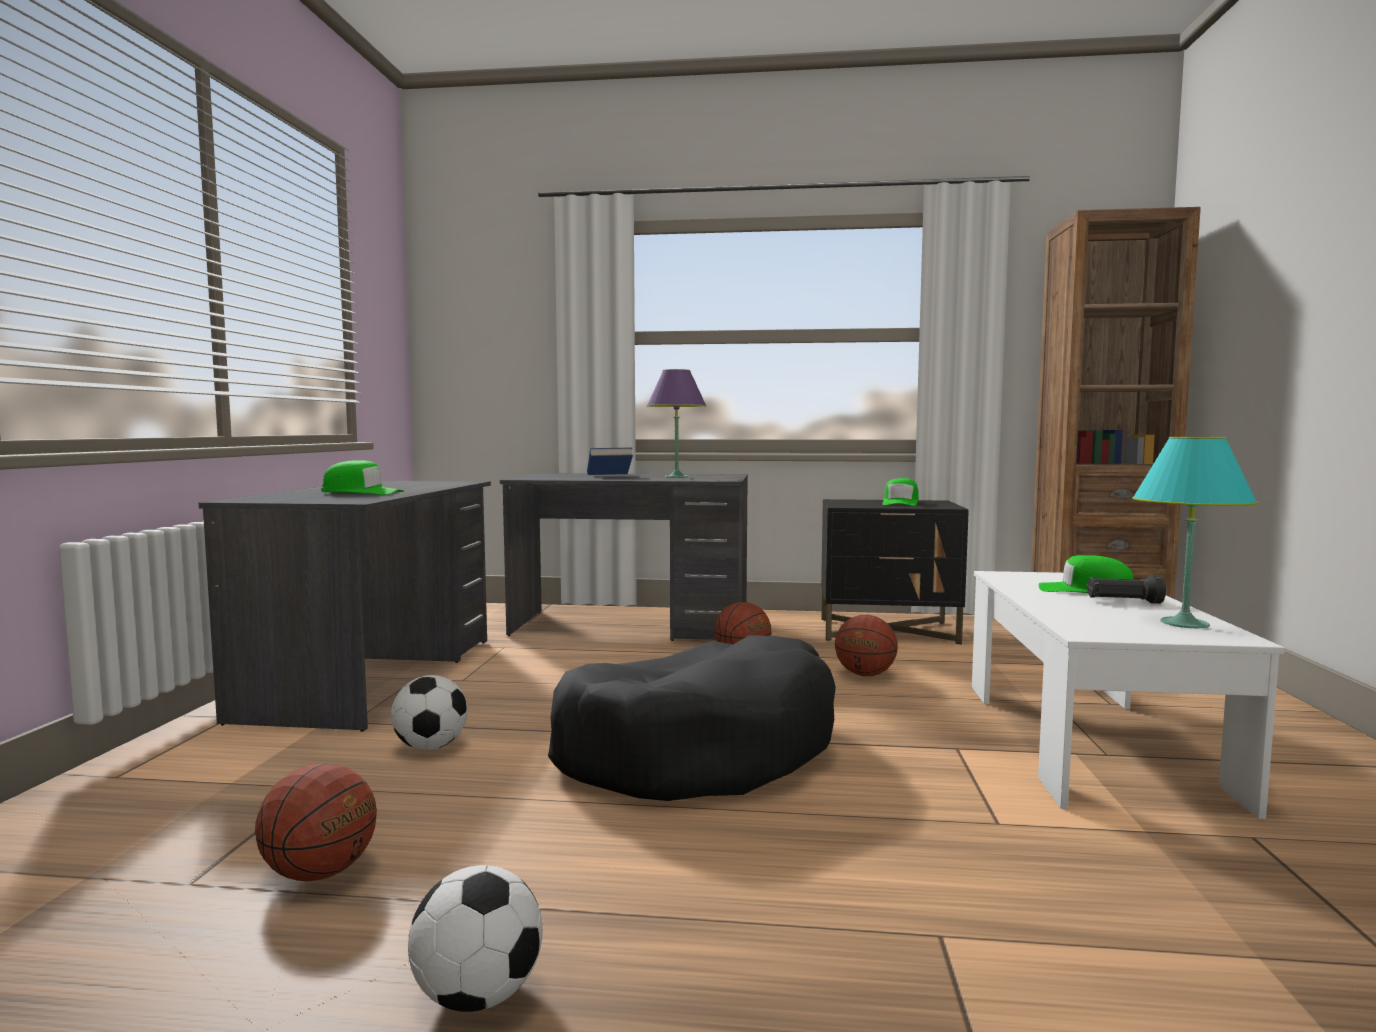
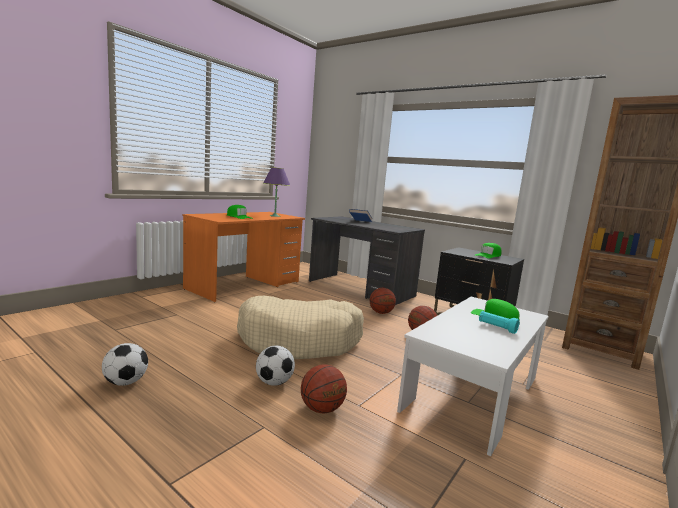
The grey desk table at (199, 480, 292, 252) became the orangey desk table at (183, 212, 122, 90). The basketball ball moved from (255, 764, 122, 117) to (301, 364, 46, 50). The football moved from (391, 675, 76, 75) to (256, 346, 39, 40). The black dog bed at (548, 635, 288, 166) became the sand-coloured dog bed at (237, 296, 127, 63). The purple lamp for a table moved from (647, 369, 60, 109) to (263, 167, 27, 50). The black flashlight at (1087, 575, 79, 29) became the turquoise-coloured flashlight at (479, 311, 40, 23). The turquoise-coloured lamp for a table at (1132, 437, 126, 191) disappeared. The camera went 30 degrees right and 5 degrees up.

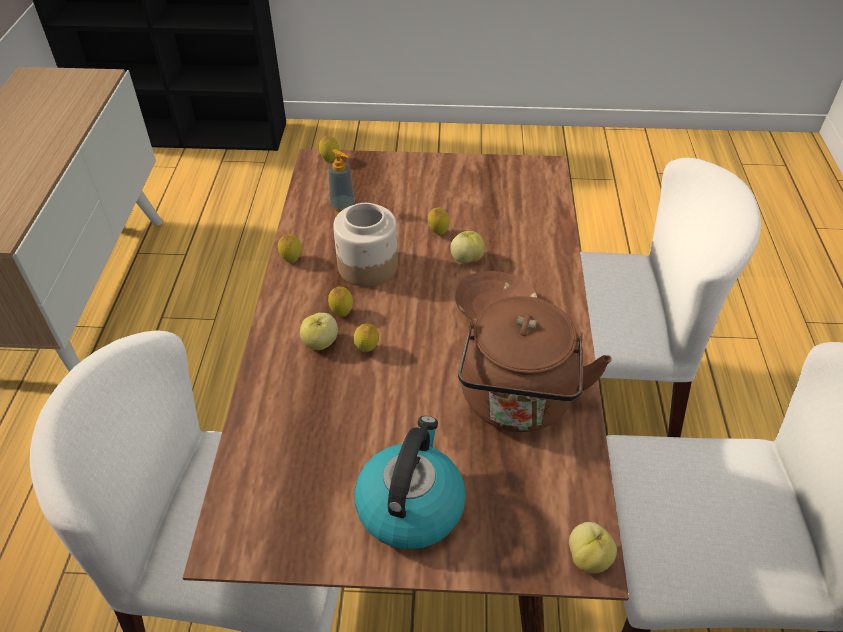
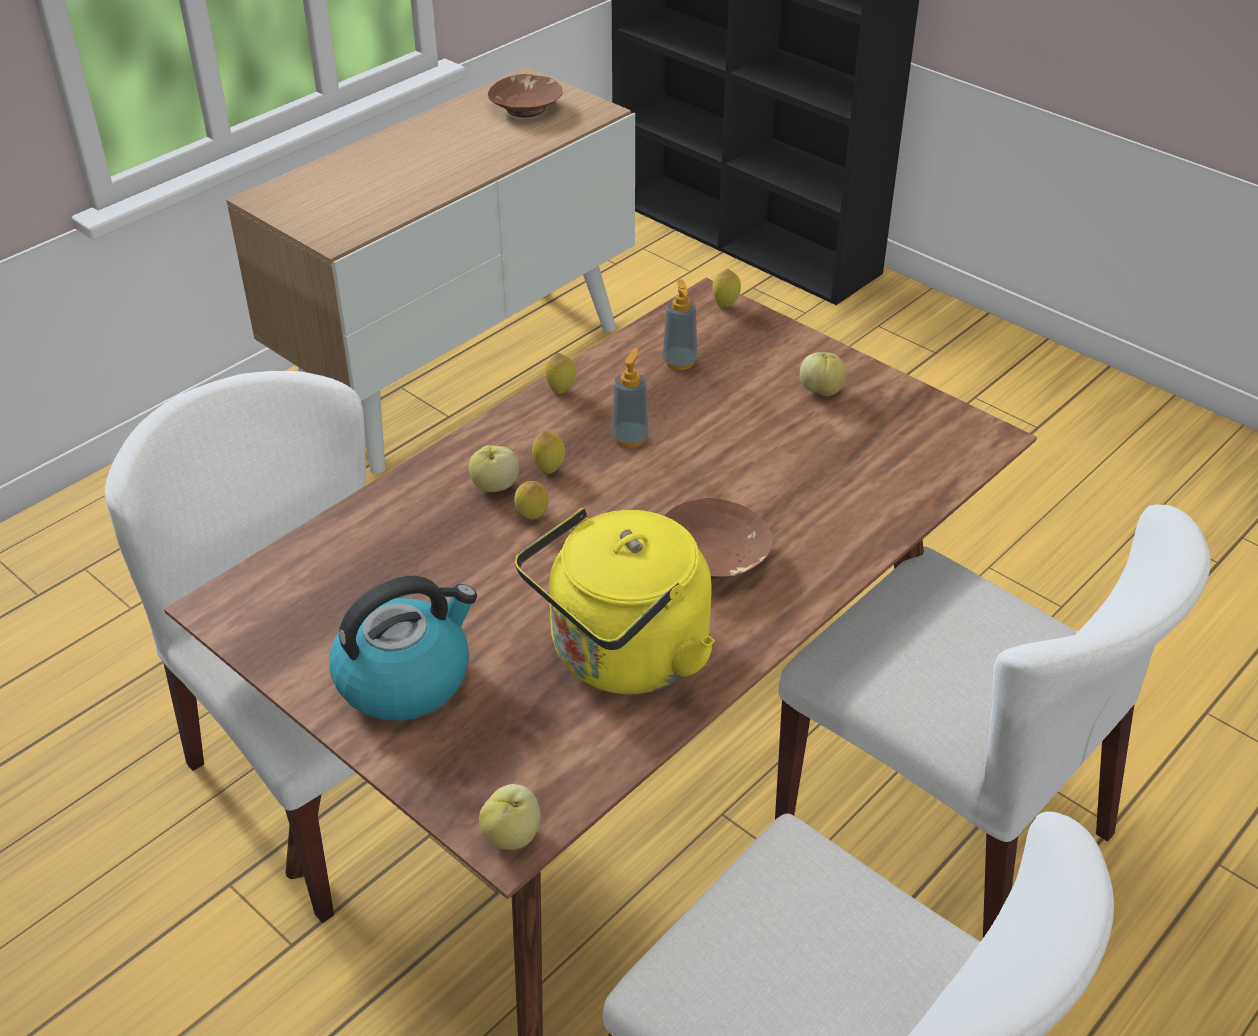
The jar at (333, 203, 65, 84) was replaced by the liquid soap bottle at (612, 348, 37, 100). The lemon at (428, 208, 22, 27) disappeared. The whole apple moved from (450, 231, 35, 32) to (800, 352, 47, 44). The brownish tea kettle at (458, 296, 154, 136) became the yellow-coloured tea kettle at (515, 508, 200, 186). The brownish serving bowl at (488, 74, 75, 43) appeared. The camera went 40 degrees right and 5 degrees down.

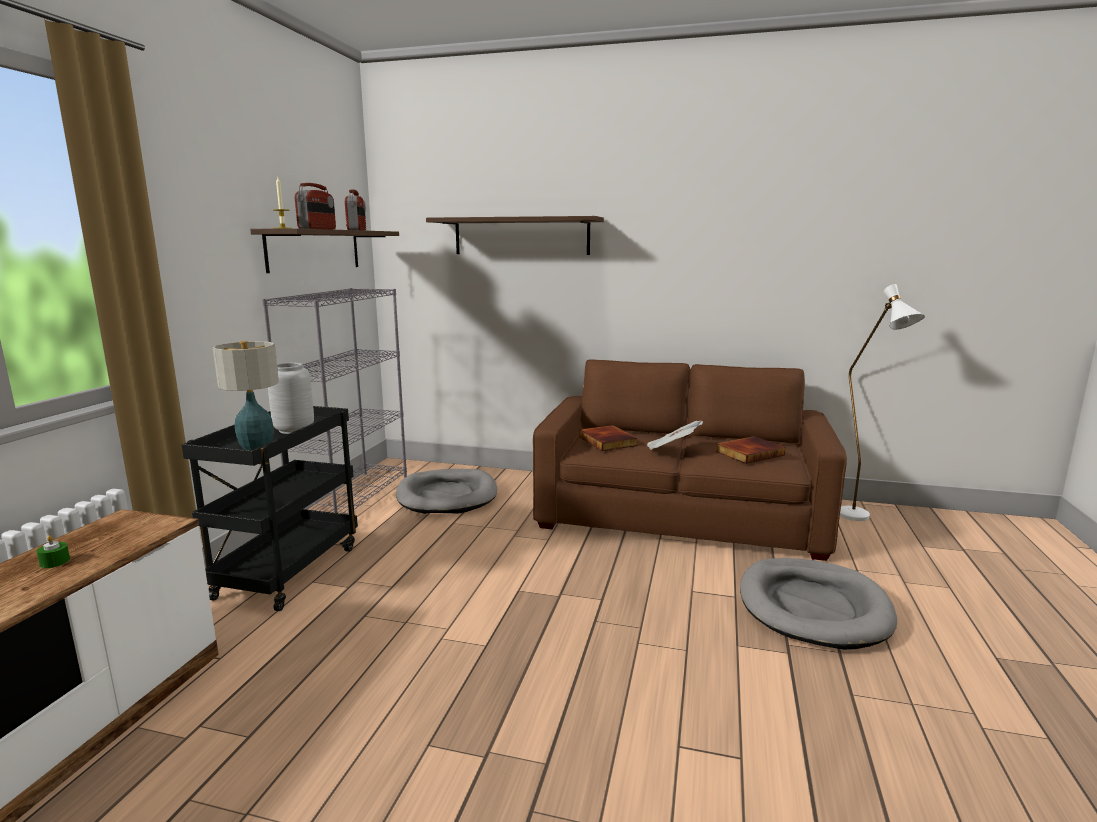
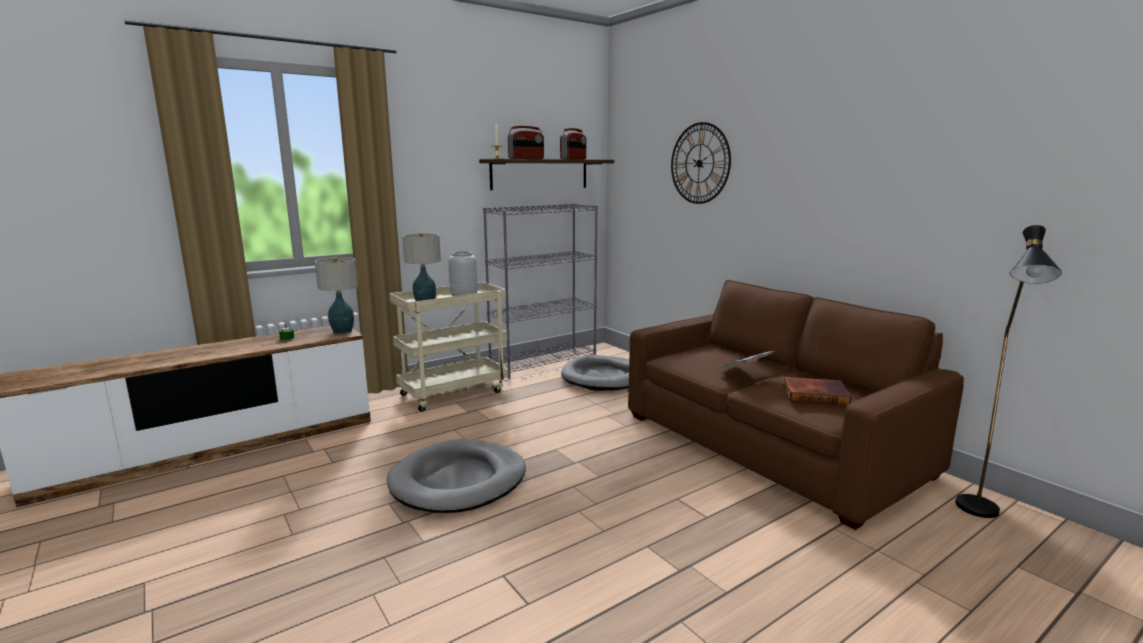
The black cart at (182, 406, 176, 205) became the sand-coloured cart at (390, 282, 118, 130). The shelf at (426, 216, 178, 39) was replaced by the clock on the wall at (671, 122, 60, 82). The book at (579, 425, 59, 26) disappeared. The grey dog bed moved from (740, 558, 157, 92) to (387, 439, 139, 74). The whitish floor lamp at (840, 284, 85, 237) became the black floor lamp at (955, 225, 107, 293). The lamp for a table at (315, 257, 43, 77) appeared. The camera went 40 degrees right and 0 degrees up.

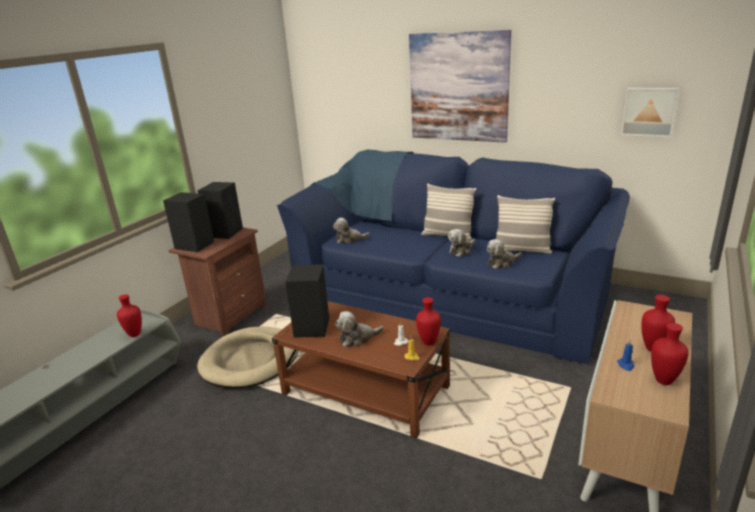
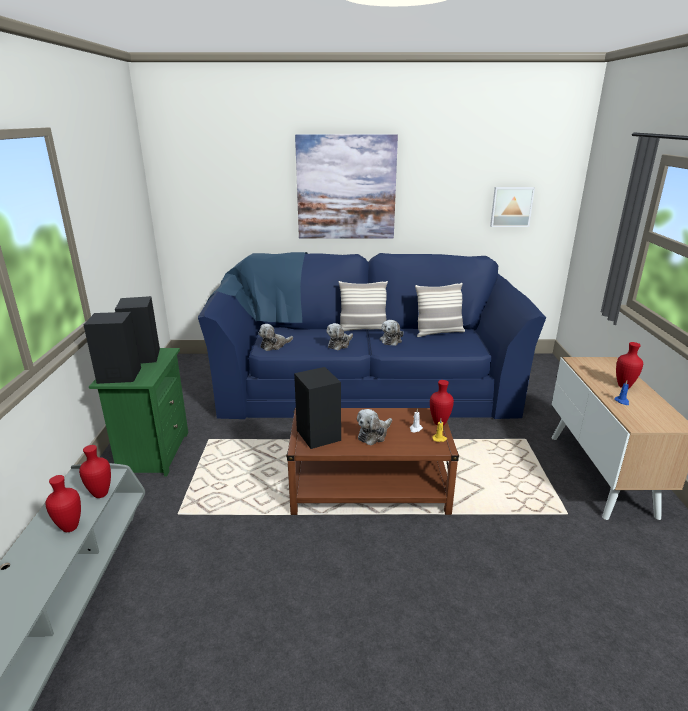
The brownish bedside table at (168, 228, 99, 108) became the greenish bedside table at (89, 348, 99, 129). The sand-coloured dog bed at (197, 326, 101, 62) disappeared. The cuddly toy moved from (487, 239, 35, 30) to (327, 323, 26, 27). The red decorative vase moved from (651, 323, 38, 62) to (45, 475, 36, 57). The camera went 30 degrees left and 0 degrees up.

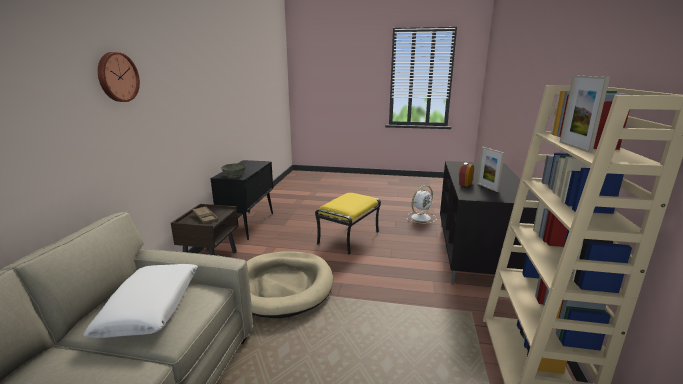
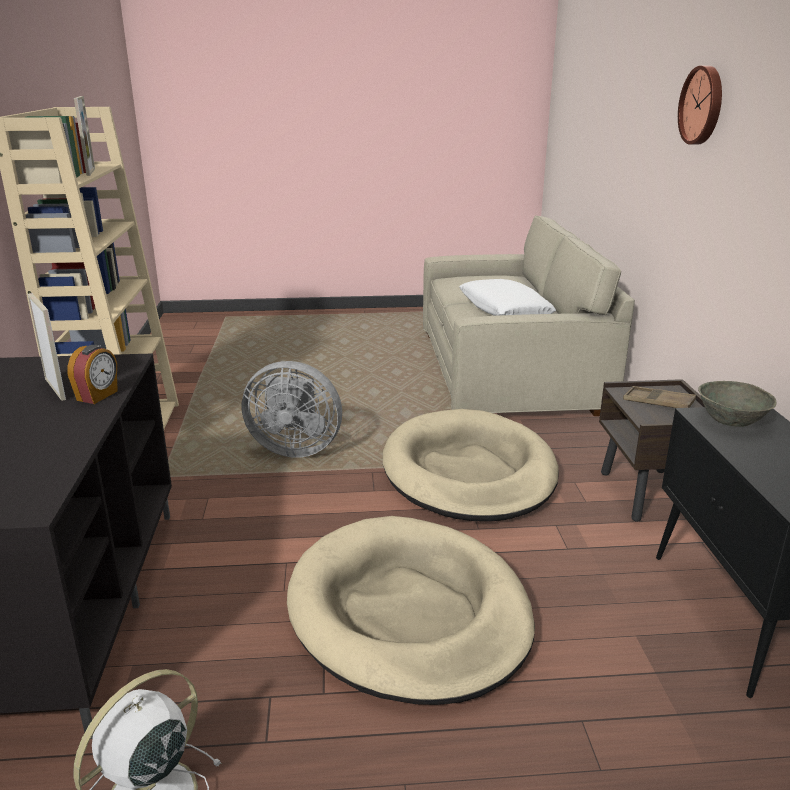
The yellow-coloured footrest at (315, 193, 66, 62) was replaced by the sand-coloured dog bed at (287, 516, 248, 189). The grey fan at (242, 361, 100, 97) appeared. The camera went 165 degrees right and 5 degrees up.

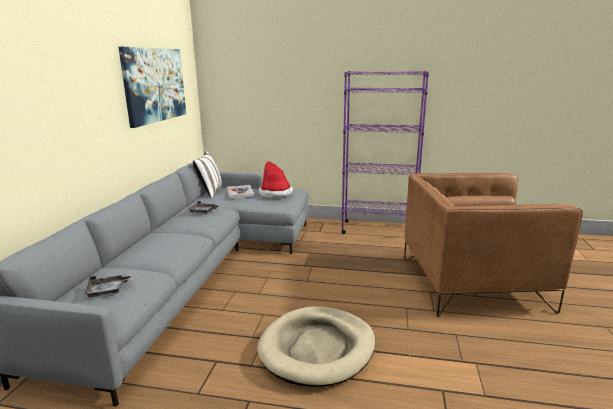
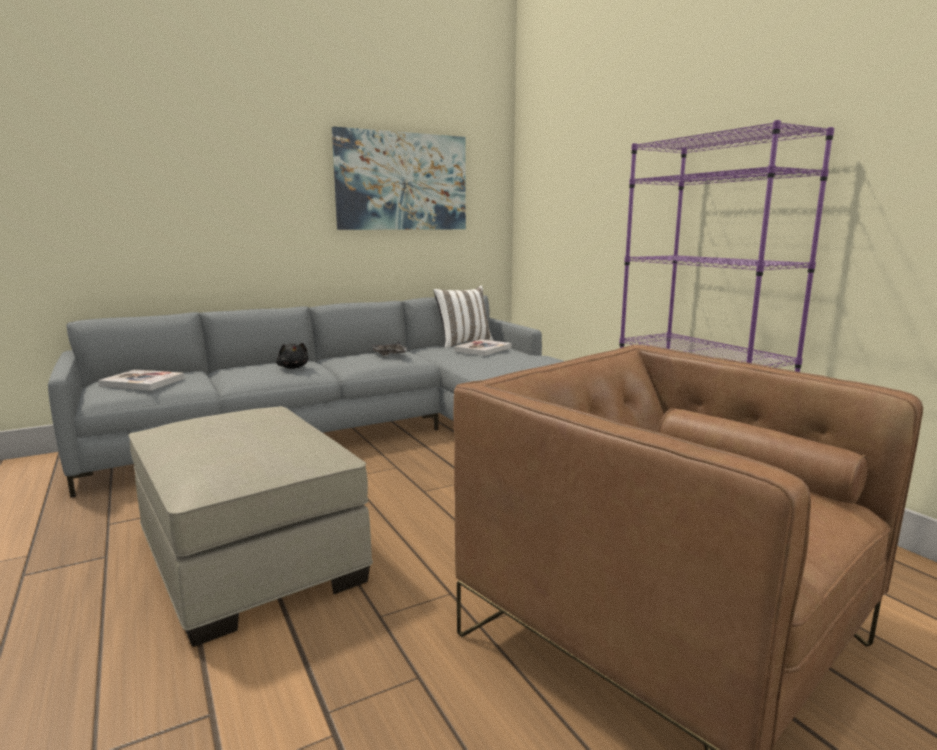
The grey carrying tray at (84, 274, 49, 24) was replaced by the book at (98, 369, 87, 22). The sand-coloured dog bed at (257, 306, 118, 81) was replaced by the sand-coloured footrest at (128, 406, 245, 241). The clothing hat at (258, 161, 35, 38) disappeared. The black cuddly toy at (276, 343, 32, 26) appeared. The camera went 50 degrees right and 5 degrees down.

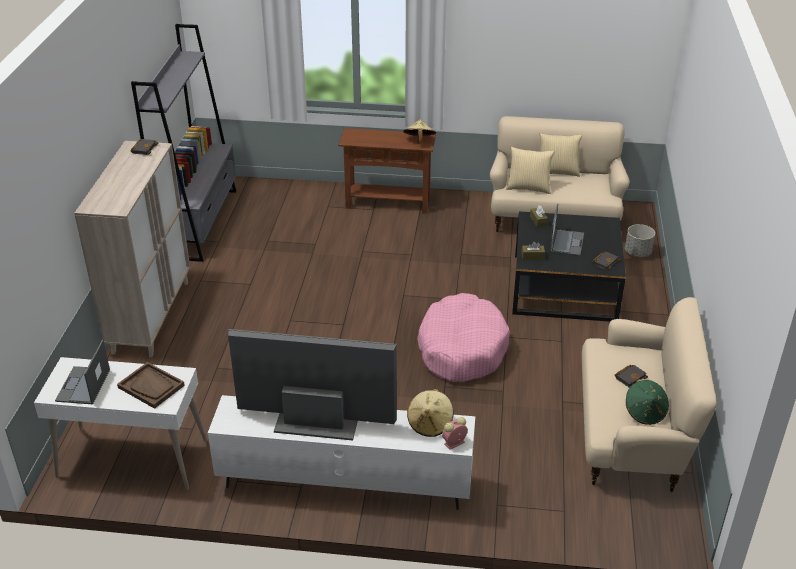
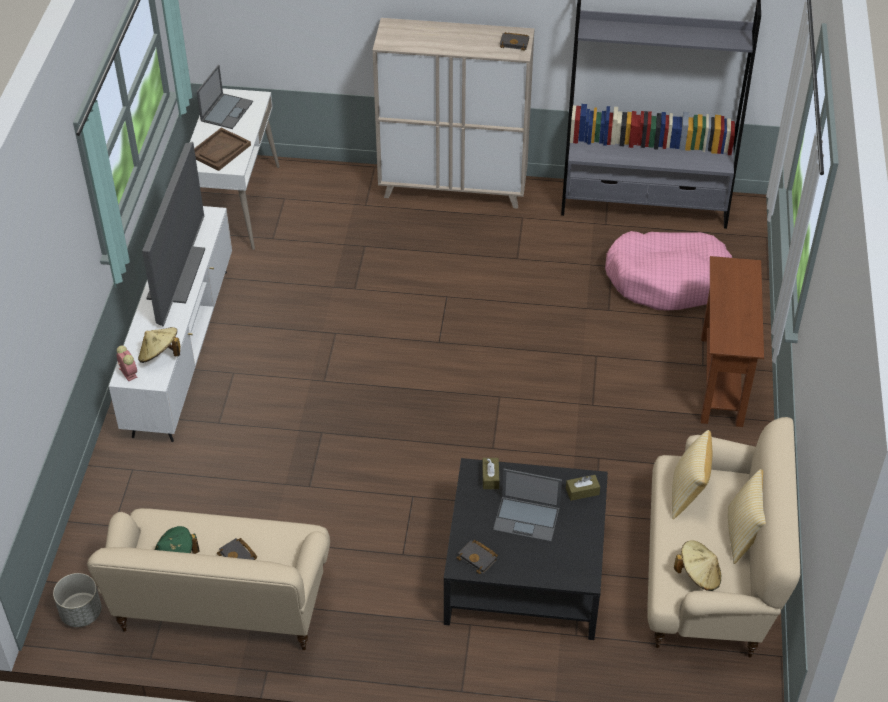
The portable computer at (55, 340, 55, 64) turned 105 degrees clockwise. The sand-coloured clothing hat moved from (403, 119, 33, 25) to (674, 540, 47, 51). The pink dog bed moved from (417, 293, 93, 89) to (605, 231, 127, 80). The grey flower pot moved from (625, 224, 30, 33) to (53, 573, 49, 54). The camera went 90 degrees right and 10 degrees up.

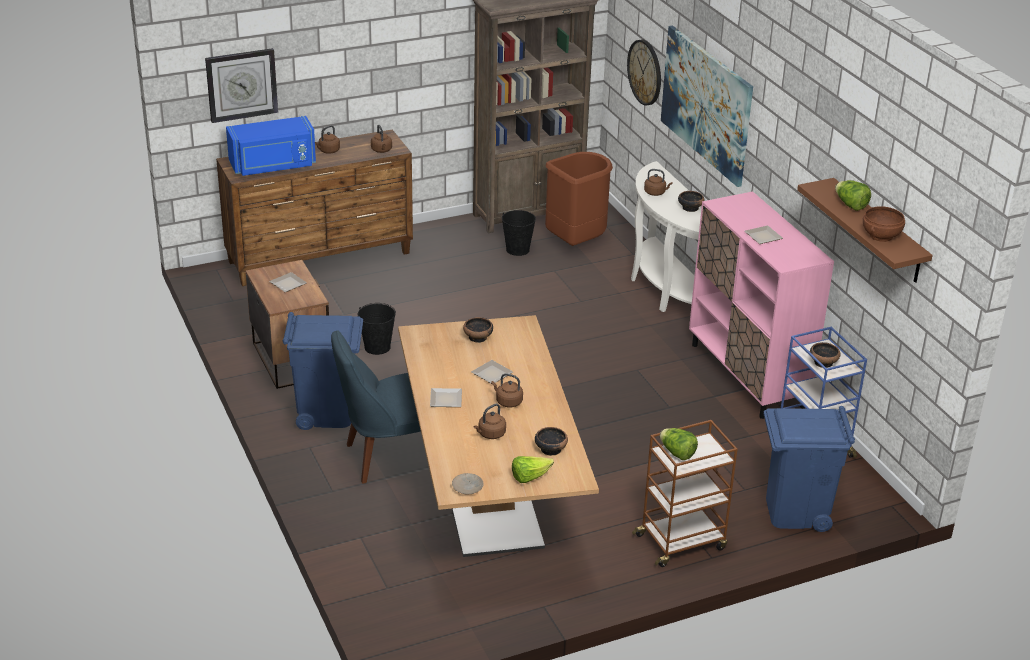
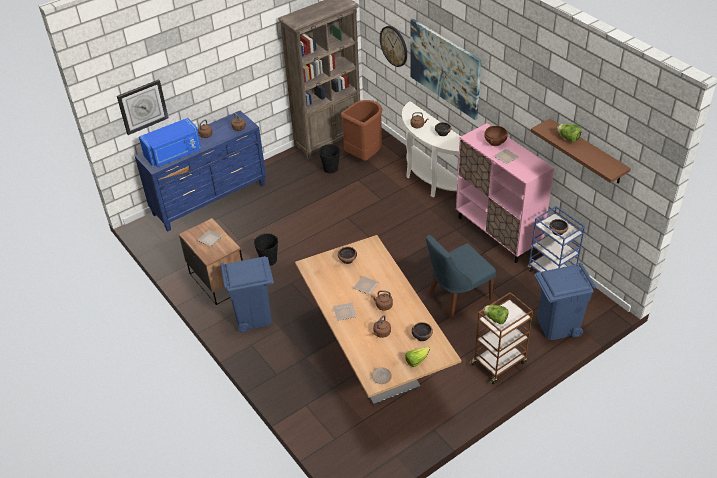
The brownish chest of drawers at (216, 130, 197, 156) became the blue chest of drawers at (135, 111, 131, 120). The blue chair moved from (331, 330, 90, 154) to (426, 235, 70, 84). The brownish serving bowl moved from (863, 206, 42, 36) to (484, 126, 24, 20). The camera went 10 degrees left and 10 degrees up.

